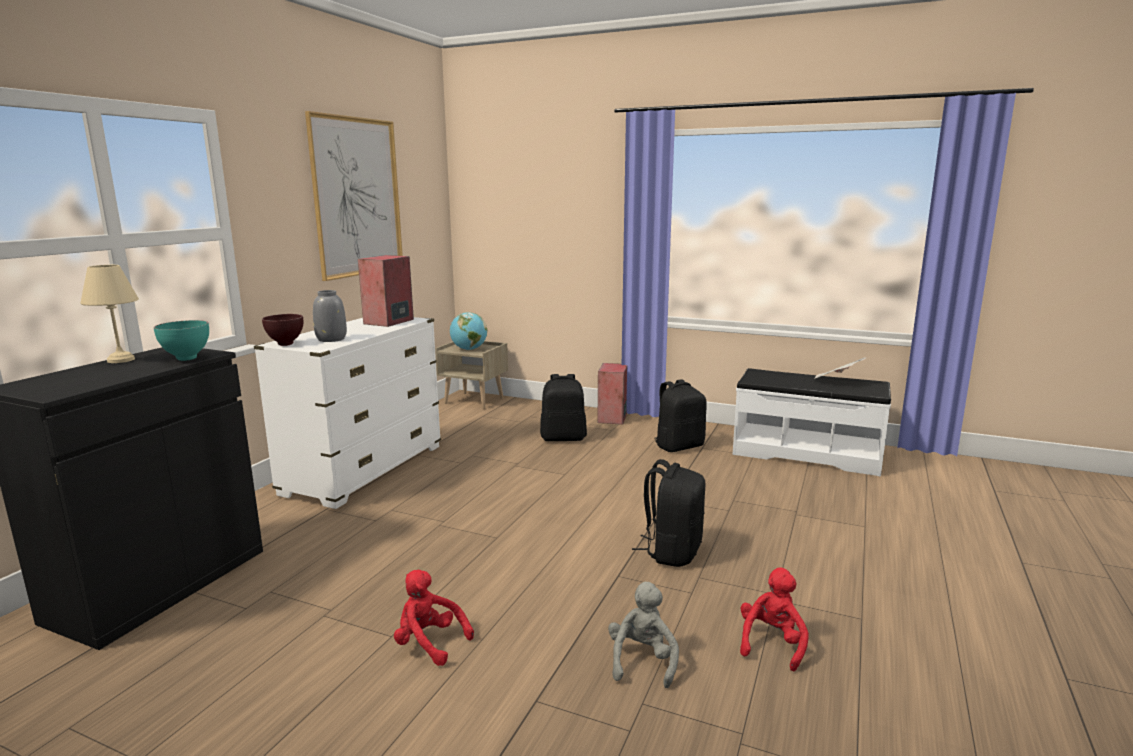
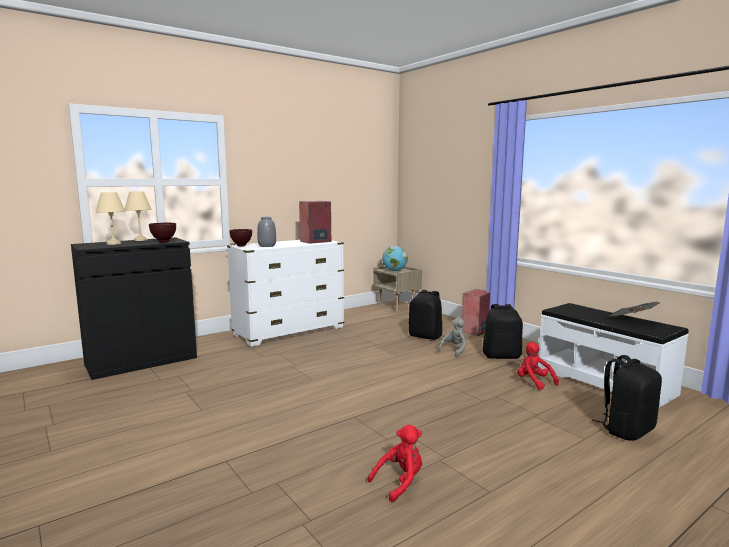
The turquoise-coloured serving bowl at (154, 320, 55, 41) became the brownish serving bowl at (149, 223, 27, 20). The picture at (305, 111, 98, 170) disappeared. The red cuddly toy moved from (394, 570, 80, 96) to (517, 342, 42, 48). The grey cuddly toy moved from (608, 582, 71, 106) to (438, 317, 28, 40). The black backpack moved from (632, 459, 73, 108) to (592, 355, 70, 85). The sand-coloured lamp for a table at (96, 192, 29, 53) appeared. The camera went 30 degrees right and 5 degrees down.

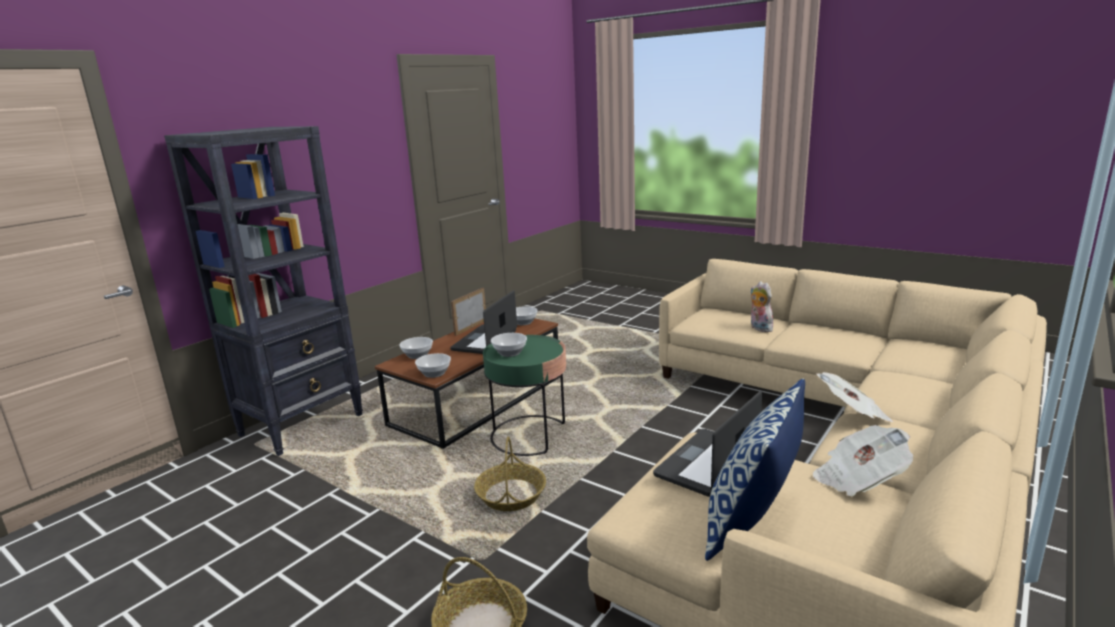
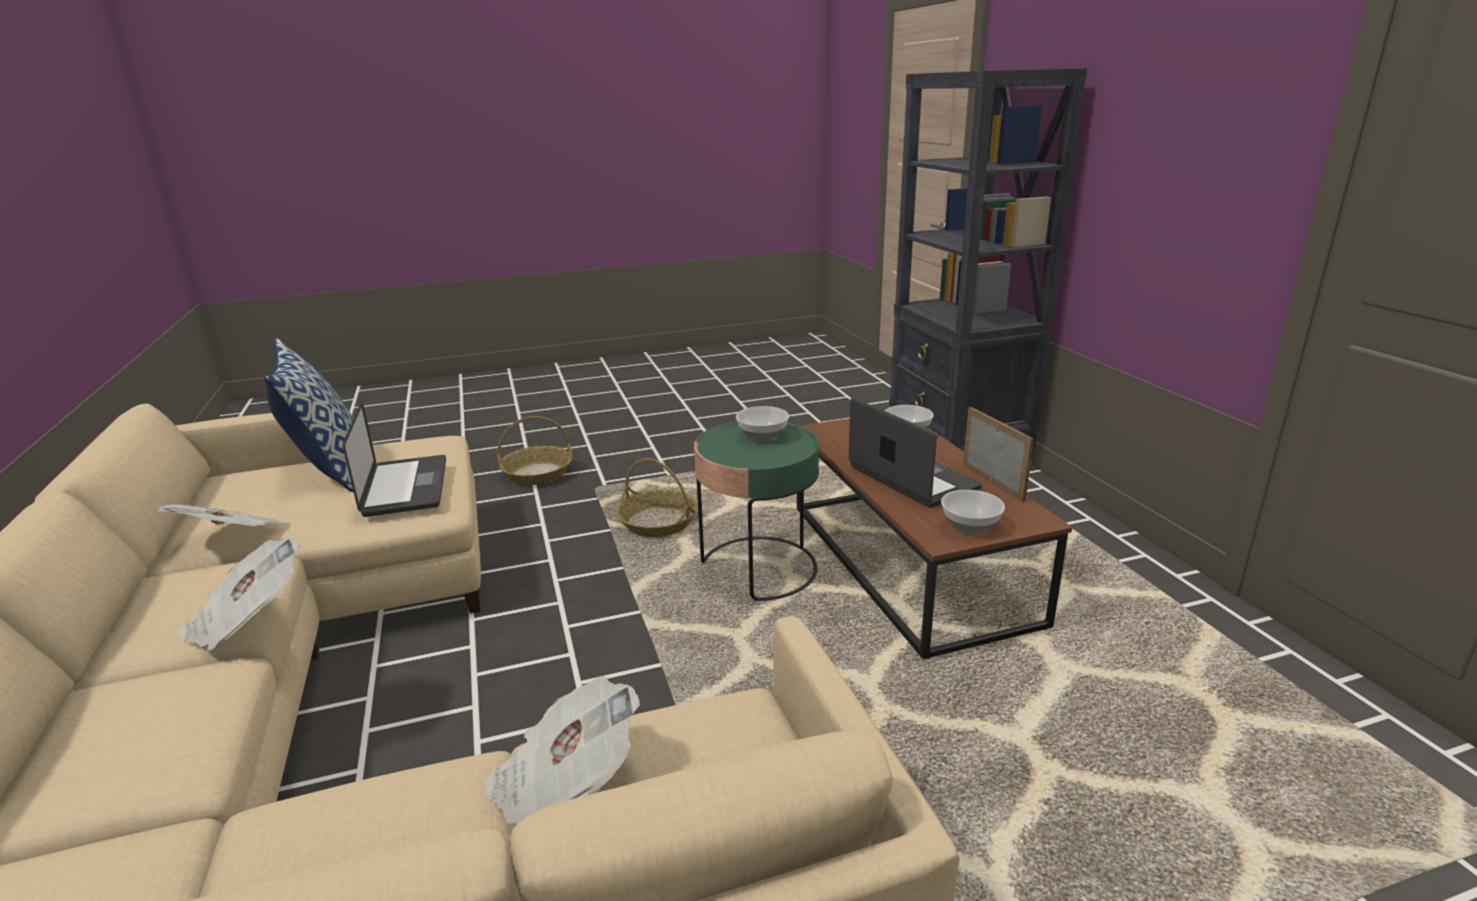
The serving bowl at (415, 353, 36, 25) disappeared. The cuddly toy at (750, 281, 23, 51) was replaced by the daily paper at (484, 676, 156, 149). The camera went 125 degrees right and 5 degrees up.

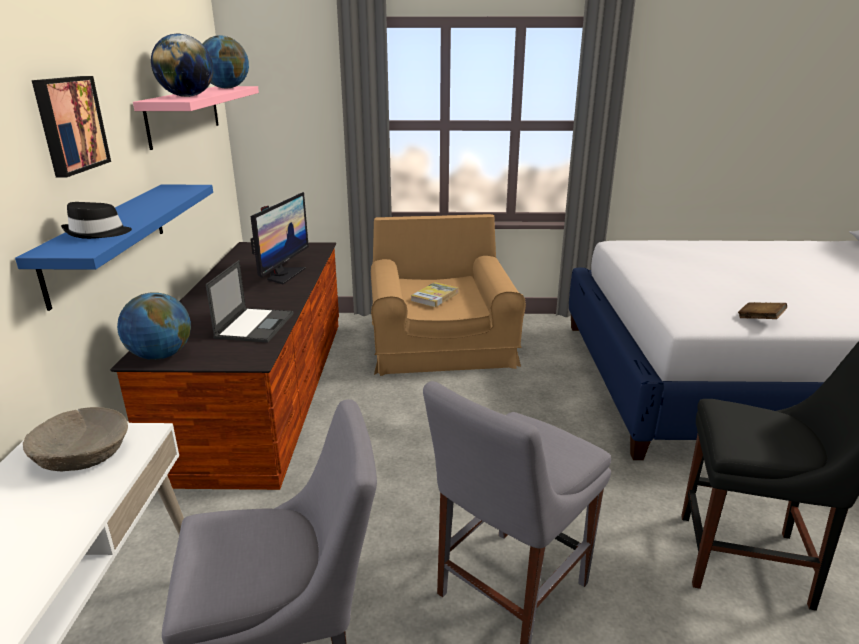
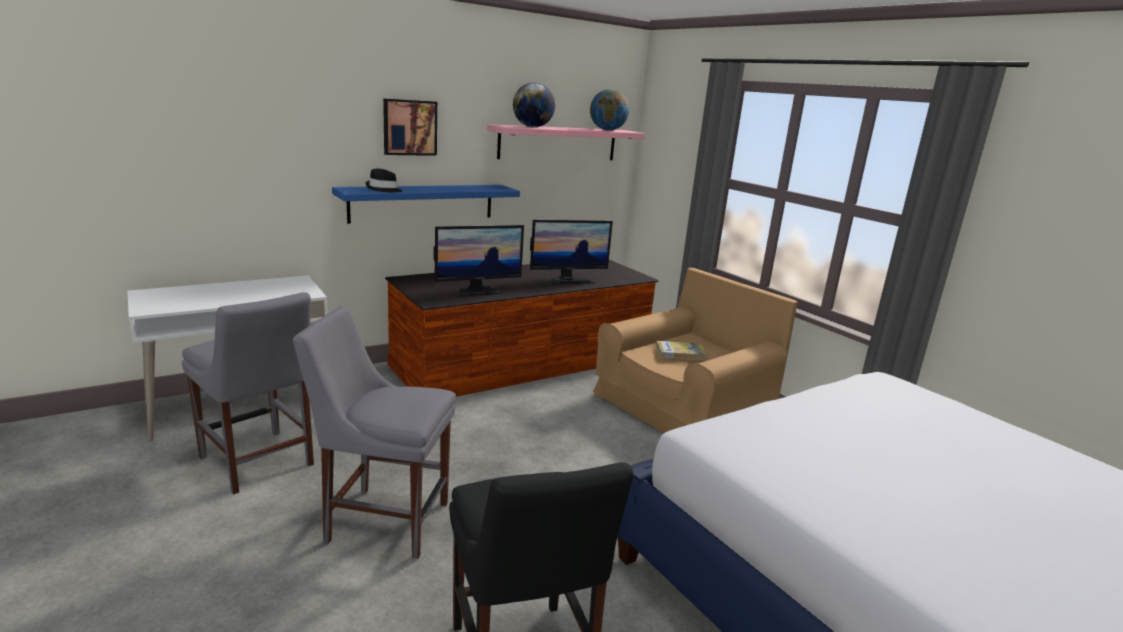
The sand-coloured serving bowl at (23, 407, 105, 64) disappeared. The globe at (117, 292, 74, 68) disappeared. The portable computer at (206, 260, 87, 83) was replaced by the computer screen at (434, 225, 90, 71). The brownish book at (738, 302, 49, 17) disappeared. The camera went 55 degrees right and 5 degrees down.

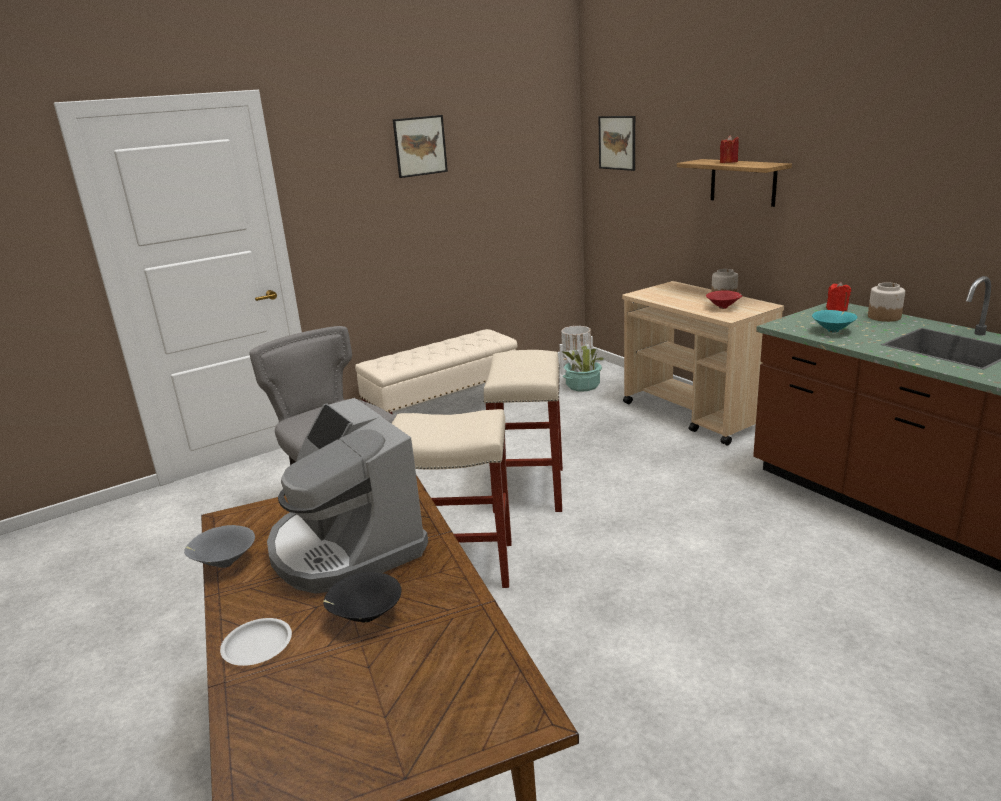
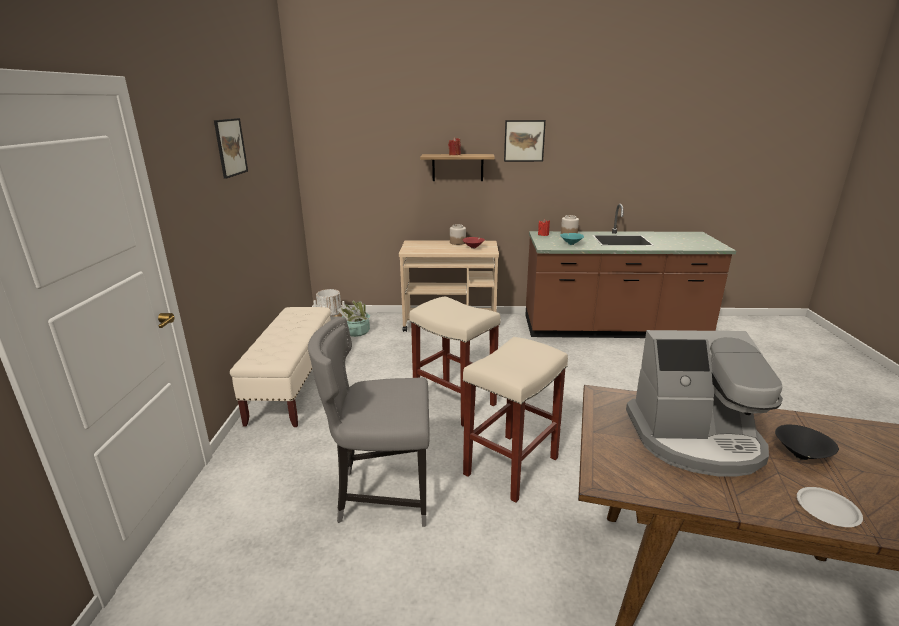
The grey serving bowl at (184, 525, 71, 43) disappeared. The picture moved from (599, 116, 36, 55) to (504, 120, 42, 42). The camera went 55 degrees left and 0 degrees up.

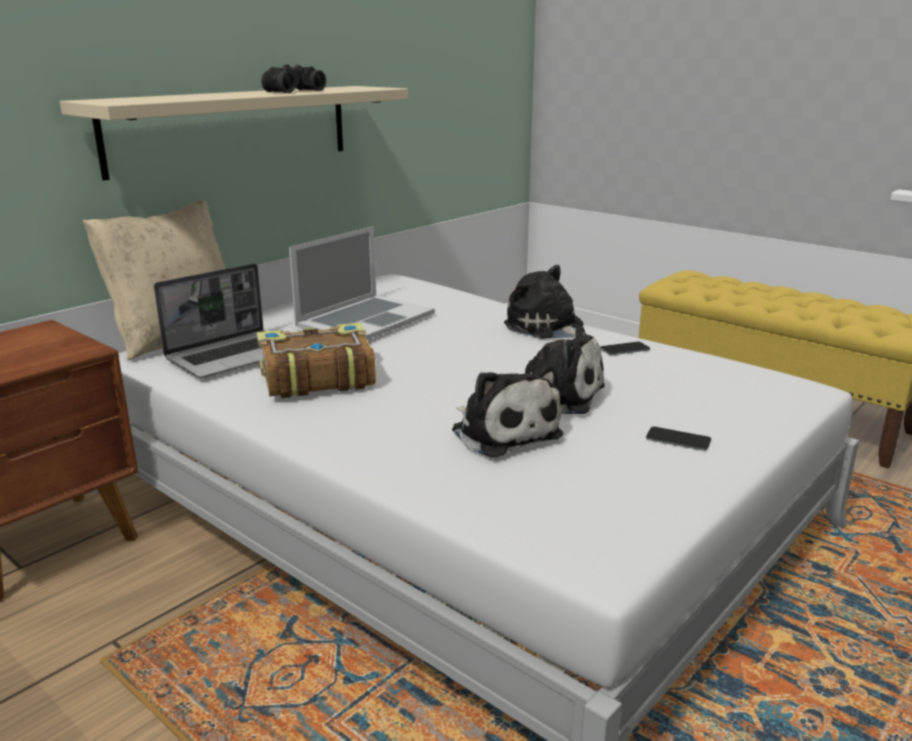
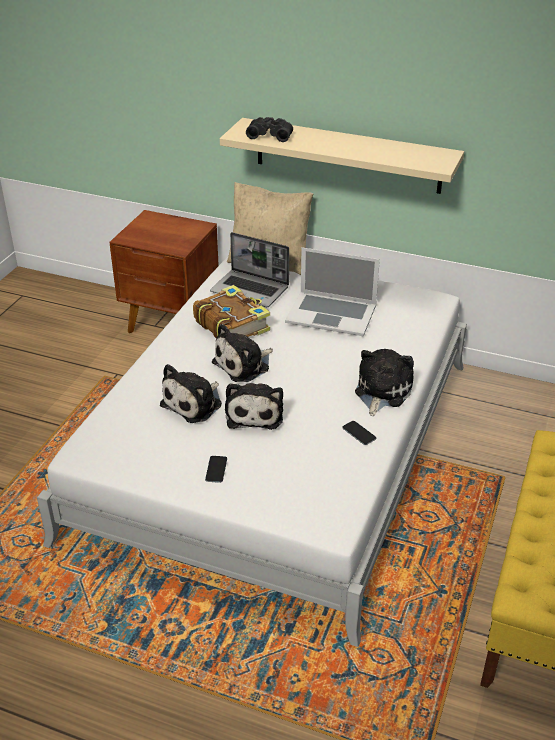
The black binoculars moved from (261, 64, 65, 29) to (246, 117, 47, 25). The cuddly toy at (212, 324, 61, 58) appeared. The camera went 70 degrees right and 15 degrees up.

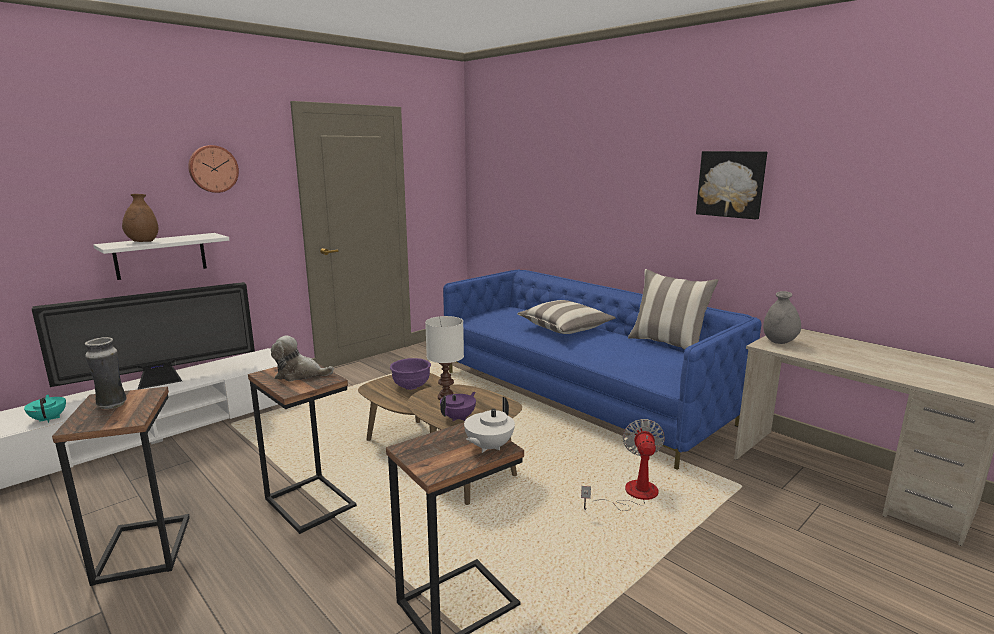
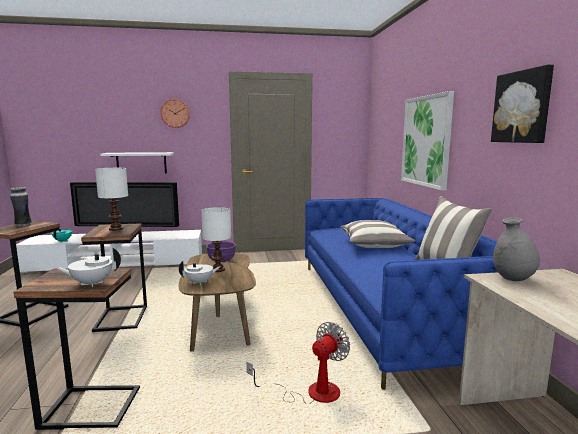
The brownish decorative vase at (122, 194, 36, 48) disappeared. The cuddly toy at (271, 335, 63, 47) was replaced by the whitish lamp for a table at (95, 168, 33, 63). The purple pot for tea at (440, 392, 36, 29) became the whitish pot for tea at (179, 261, 42, 24). The picture at (401, 91, 53, 100) appeared. The camera went 35 degrees right and 5 degrees down.

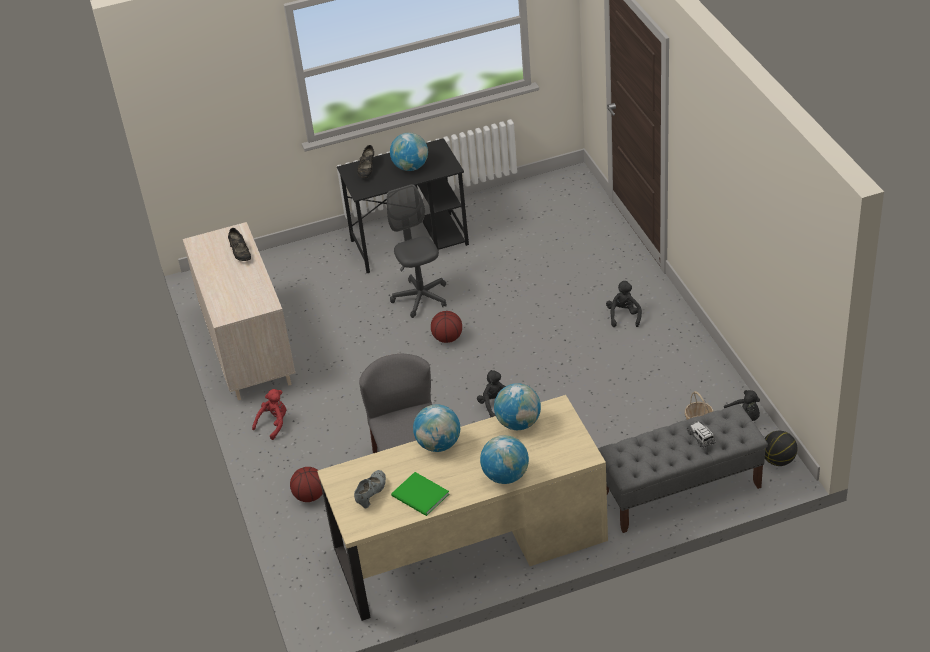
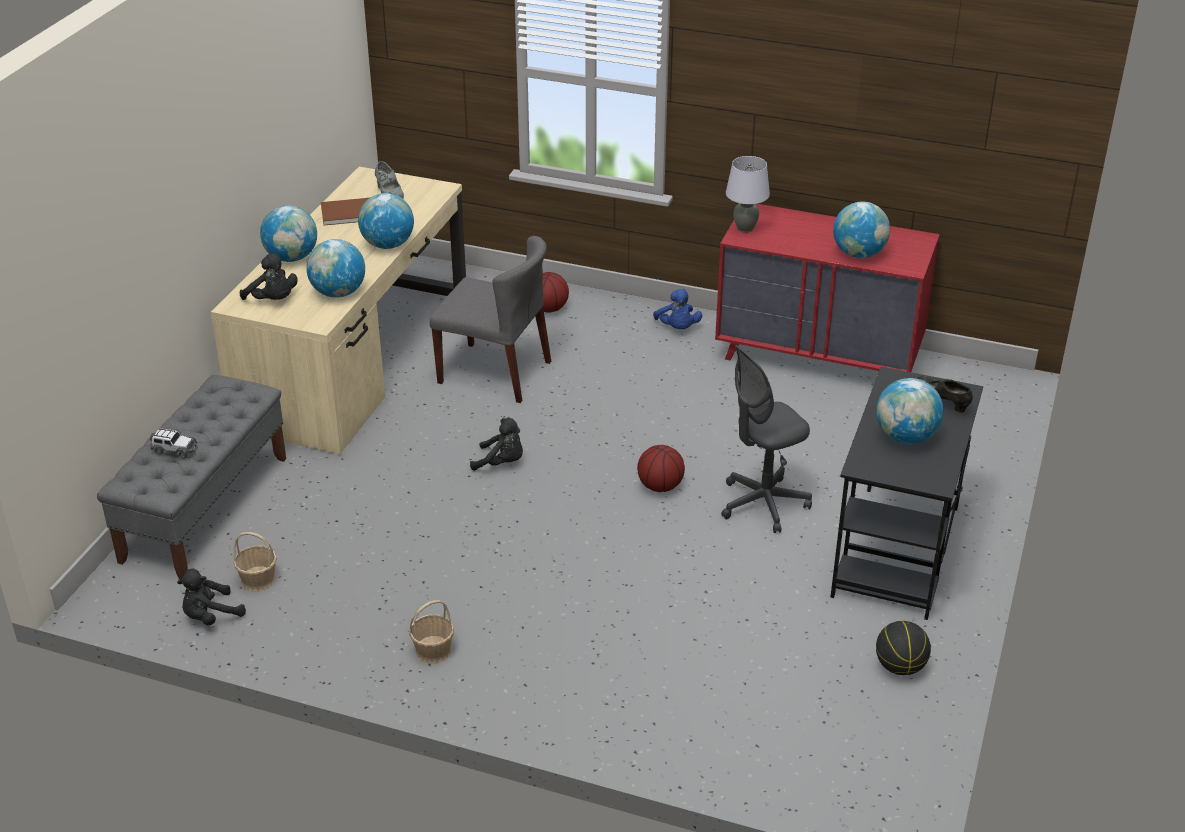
The sand-coloured chest of drawers at (183, 222, 113, 178) became the red chest of drawers at (715, 204, 225, 168). The black item of footwear at (228, 228, 23, 33) was replaced by the globe at (833, 202, 57, 56). The red cuddly toy at (252, 389, 35, 51) became the blue cuddly toy at (653, 289, 49, 40). The grey desk chair at (387, 184, 60, 134) turned 135 degrees clockwise. The greenish book at (391, 472, 58, 44) became the brownish book at (321, 198, 48, 27). The black cuddly toy moved from (606, 281, 36, 46) to (240, 253, 58, 47). The basketball ball moved from (765, 431, 33, 35) to (876, 621, 55, 54). The basket at (409, 600, 45, 64) appeared. The grey lamp for a table at (726, 156, 44, 77) appeared. The camera went 125 degrees right and 5 degrees down.

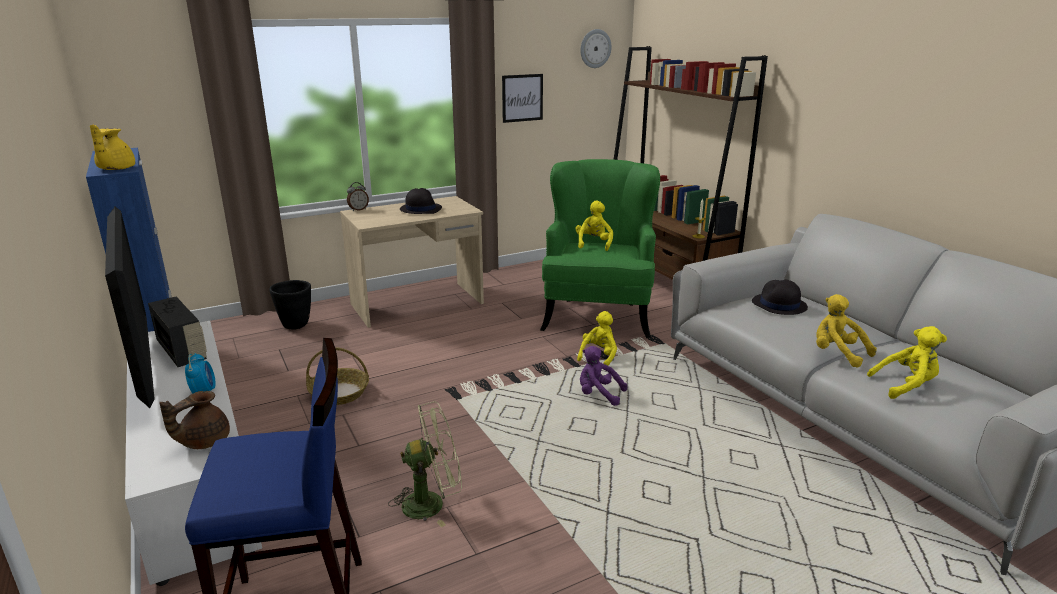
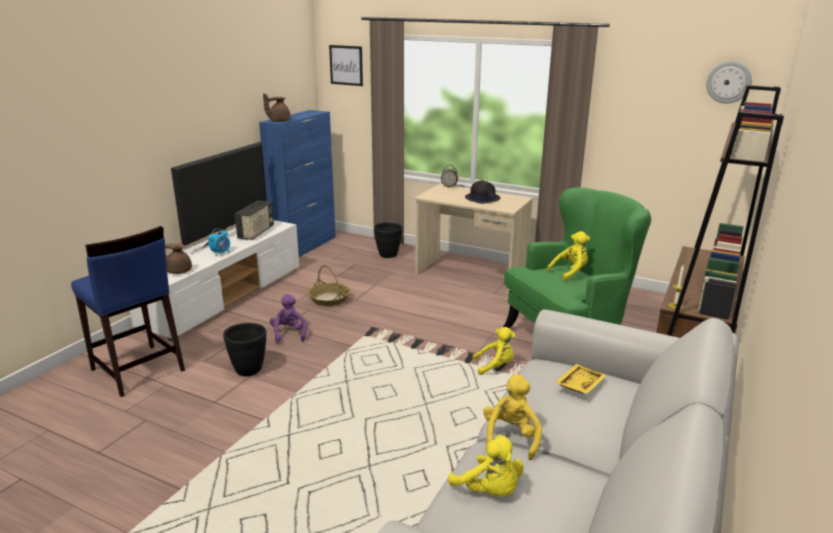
The yellow-coloured pot for tea at (90, 125, 45, 45) became the brownish pot for tea at (263, 94, 27, 28). The greenish fan at (388, 401, 74, 126) was replaced by the black flower pot at (223, 323, 43, 54). The picture moved from (502, 74, 41, 49) to (329, 45, 34, 41). The purple cuddly toy moved from (580, 346, 47, 60) to (270, 294, 37, 49). The black clothing hat at (752, 280, 56, 35) was replaced by the yellow-coloured carrying tray at (555, 364, 51, 30). The camera went 55 degrees right and 0 degrees up.

